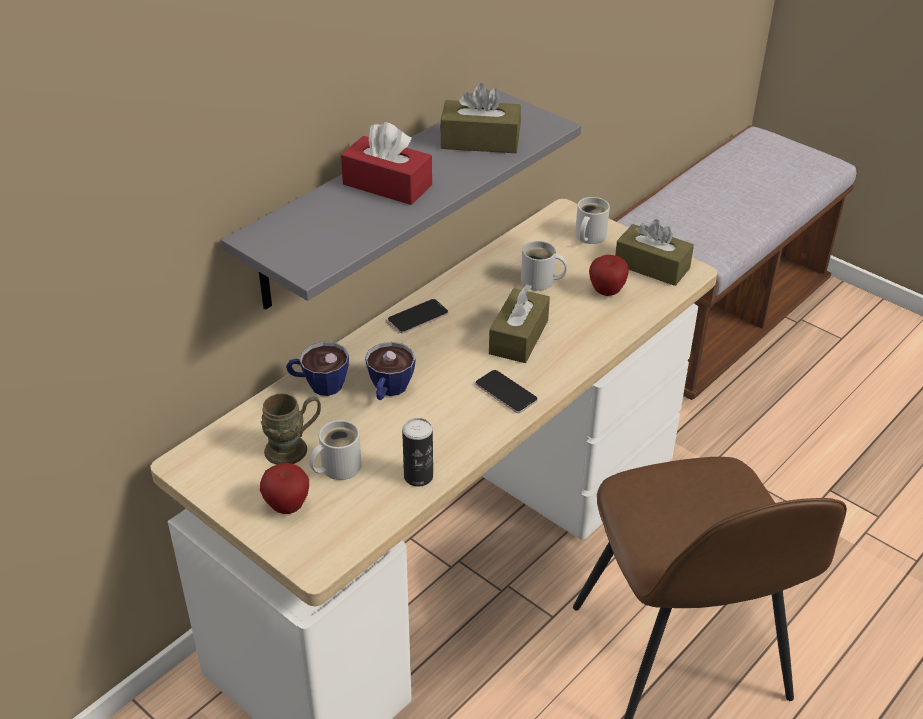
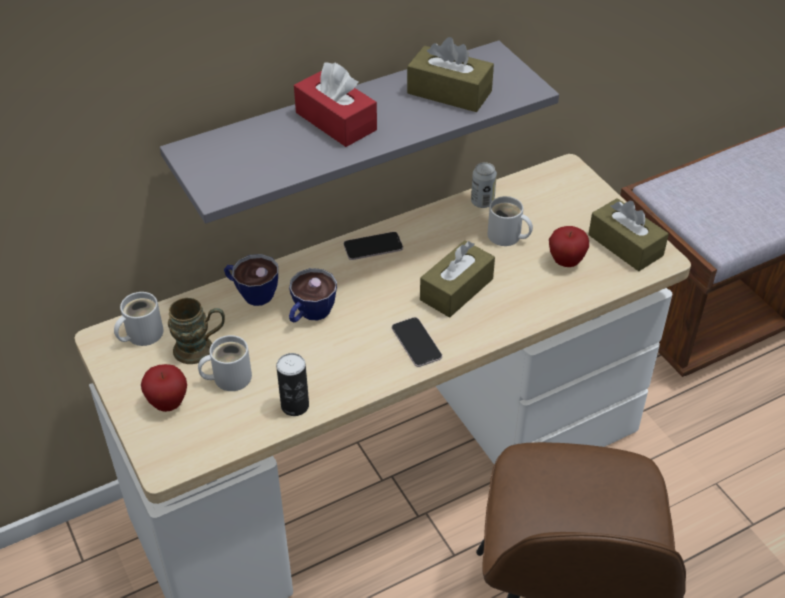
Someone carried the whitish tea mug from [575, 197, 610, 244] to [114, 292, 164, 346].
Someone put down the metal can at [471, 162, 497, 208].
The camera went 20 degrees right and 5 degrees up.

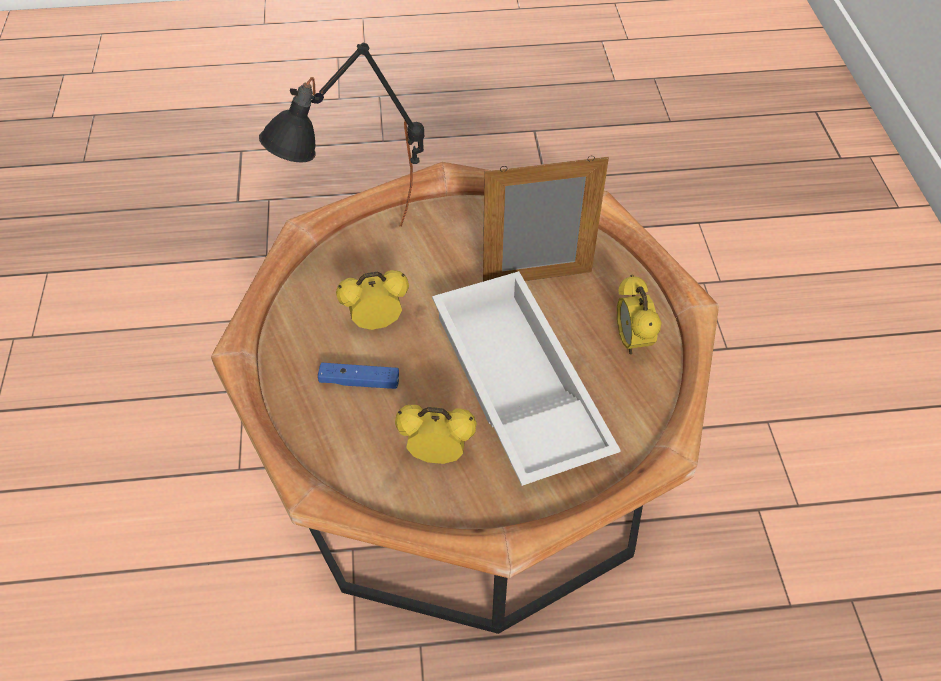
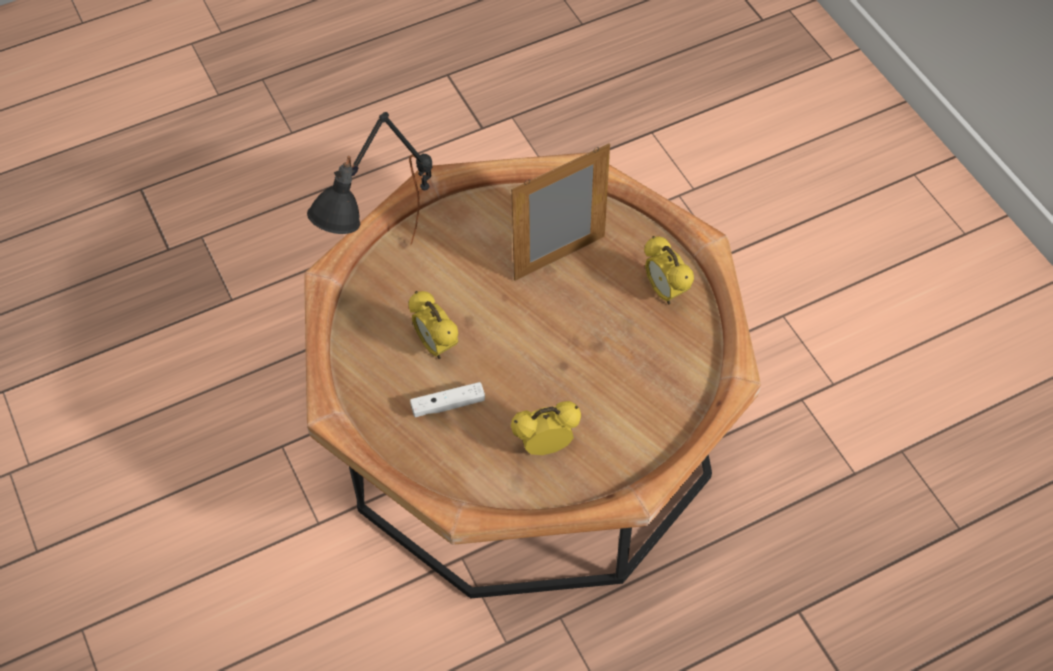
Someone rotated the alarm clock at [336, 270, 409, 330] by 90 degrees counterclockwise.
Someone took away the whitish carrying tray at [432, 271, 621, 486].
Someone repainted the blue-coloured game controller at [318, 363, 399, 389], which became the whitish game controller at [410, 382, 485, 417].
The camera went 20 degrees left and 5 degrees up.

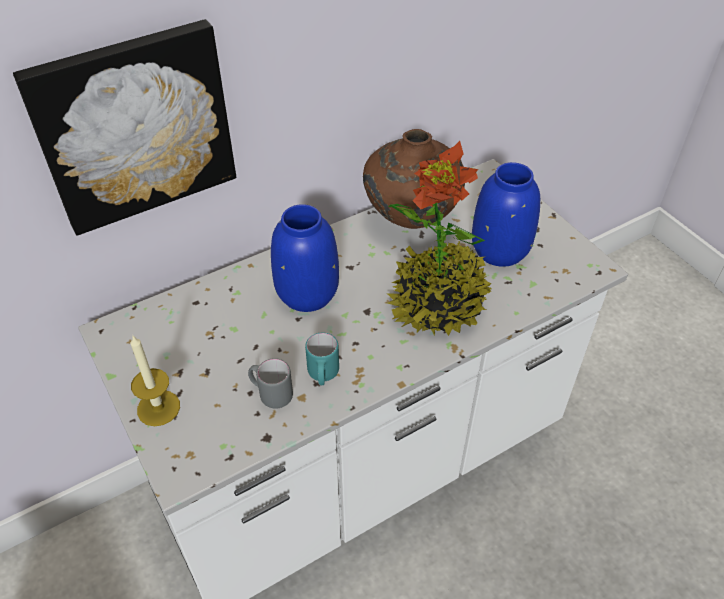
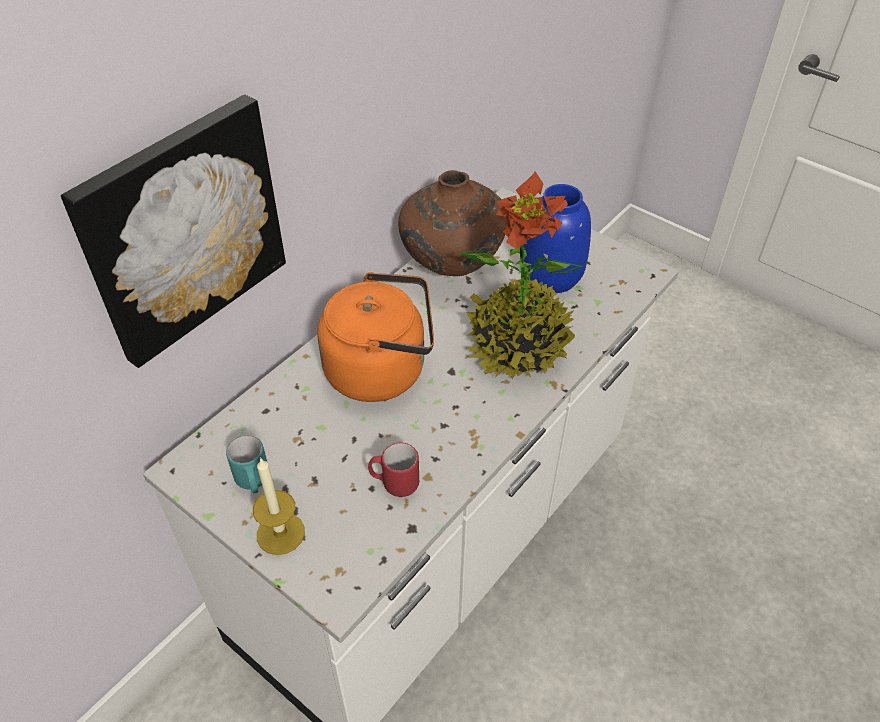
Someone swapped the blue-coloured flower vase at [271, 204, 339, 312] for the orange-coloured kettle at [317, 272, 434, 402].
Someone carried the turquoise tea mug from [305, 333, 339, 385] to [226, 435, 267, 493].
Someone repainted the gray tea mug at [248, 358, 293, 409], which became the red-coloured tea mug at [368, 443, 419, 497].
The camera went 20 degrees left and 0 degrees up.

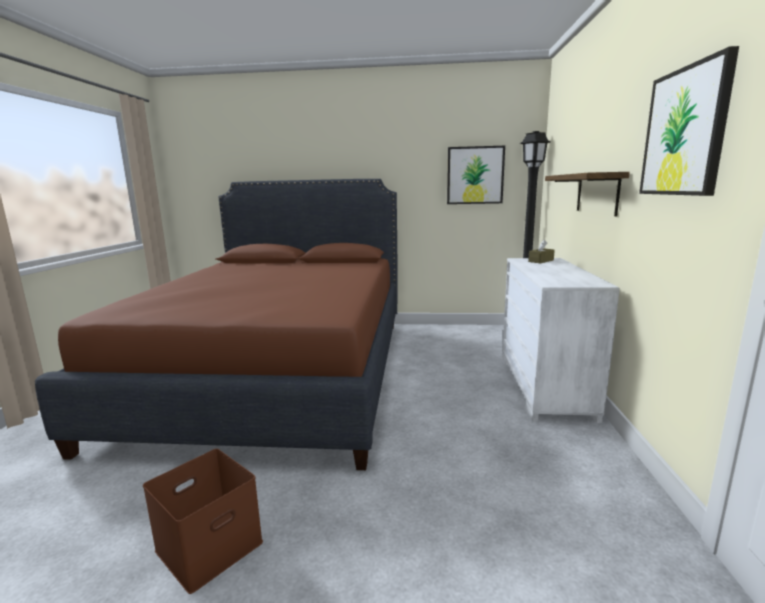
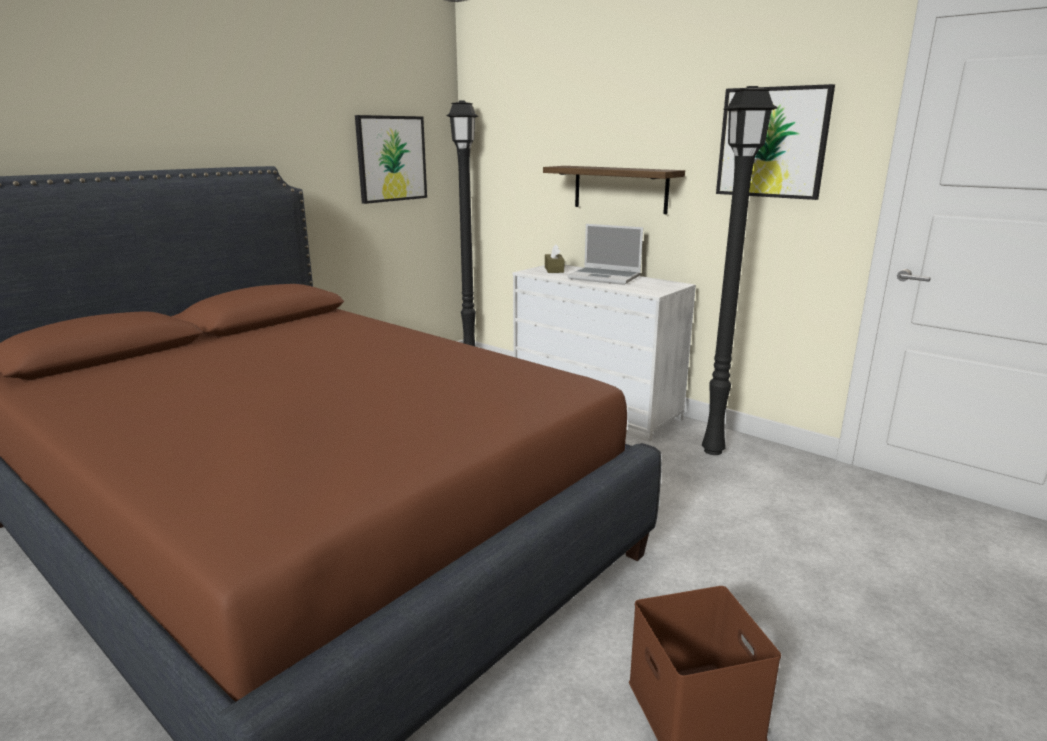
Someone put down the blackish floor lamp at [702, 86, 778, 455].
Someone put down the laptop at [568, 224, 643, 285].
The camera went 55 degrees left and 5 degrees up.

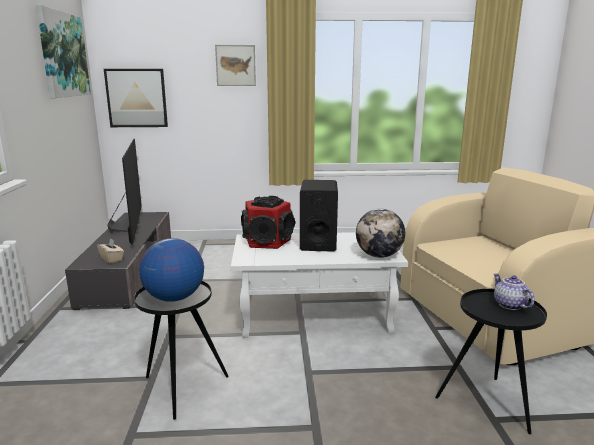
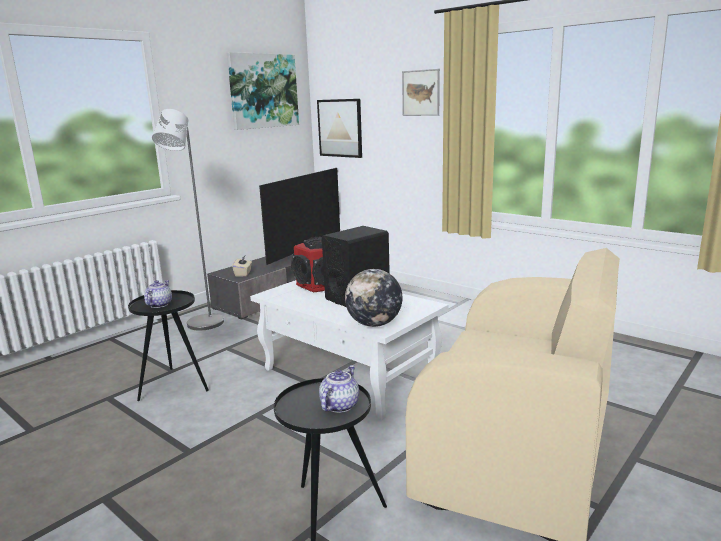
Someone swapped the globe at [139, 238, 204, 302] for the pot for tea at [144, 280, 172, 308].
Someone put down the gray floor lamp at [152, 109, 224, 331].
The camera went 45 degrees right and 0 degrees up.

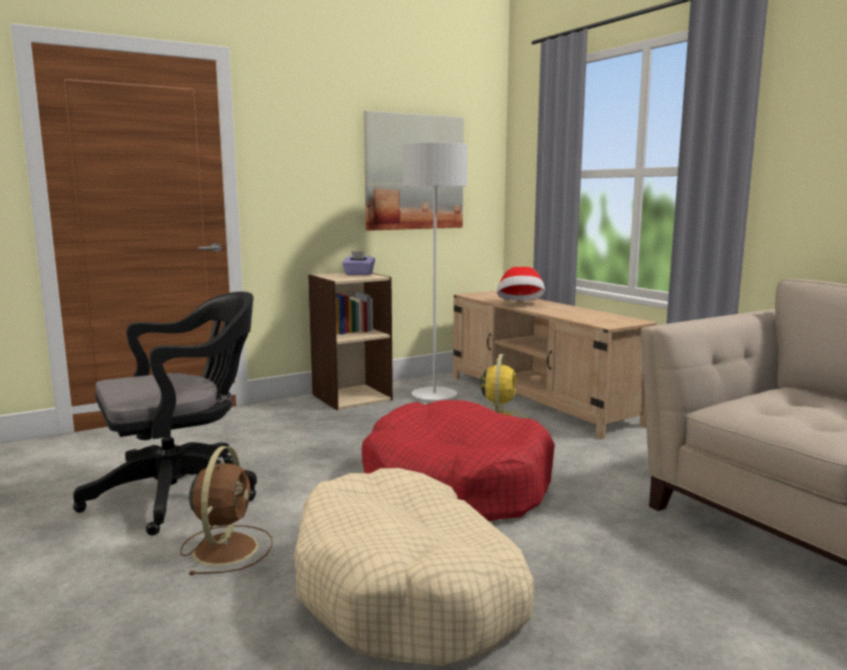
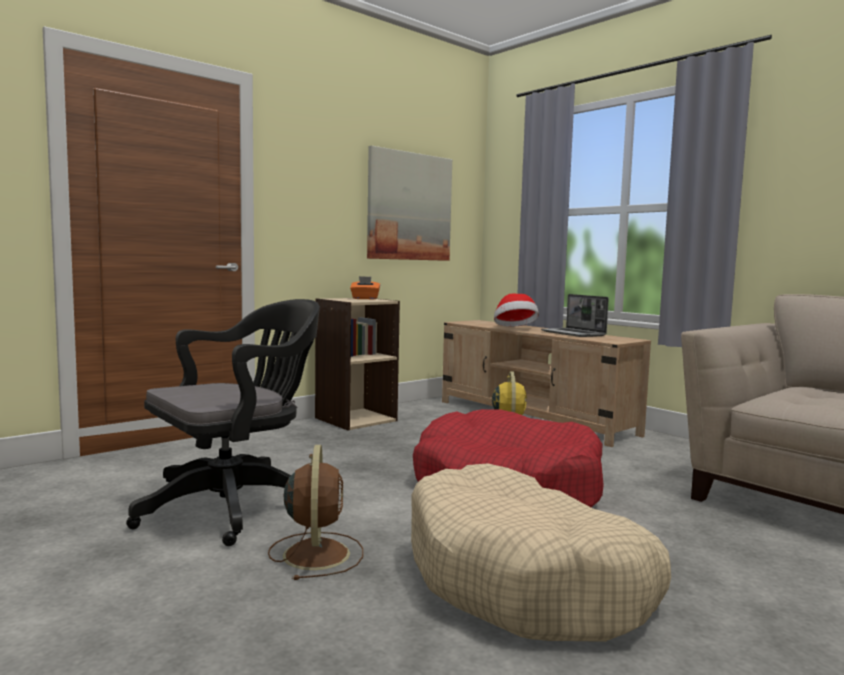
Someone took away the gray floor lamp at [403, 143, 468, 401].
Someone repainted the purple-coloured box of tissues at [342, 251, 375, 275], which became the orange-coloured box of tissues at [350, 276, 380, 299].
Someone put down the laptop at [541, 294, 609, 337].
The camera went 10 degrees left and 5 degrees down.

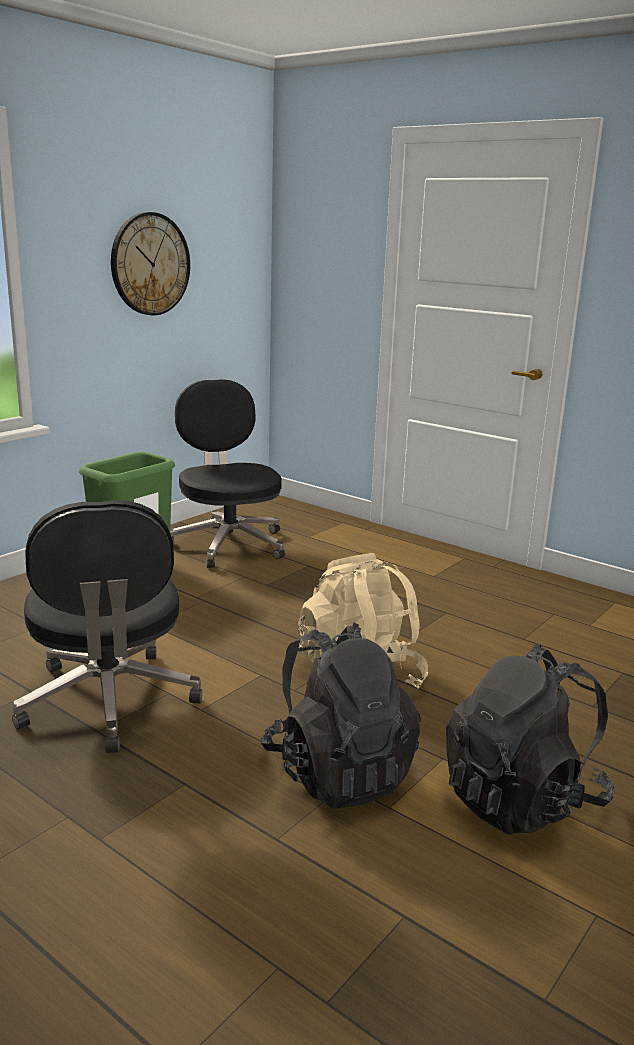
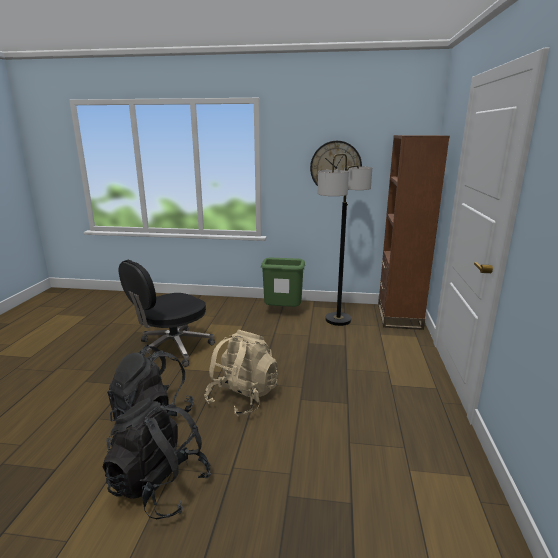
Someone swapped the blackish computer chair at [170, 379, 285, 568] for the floor lamp at [318, 154, 372, 326].
Someone put down the brownish bookcase at [378, 135, 450, 330].
The camera went 60 degrees right and 0 degrees up.

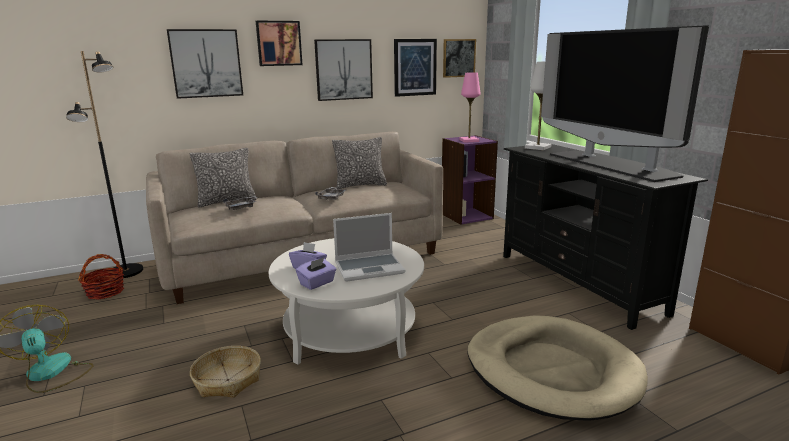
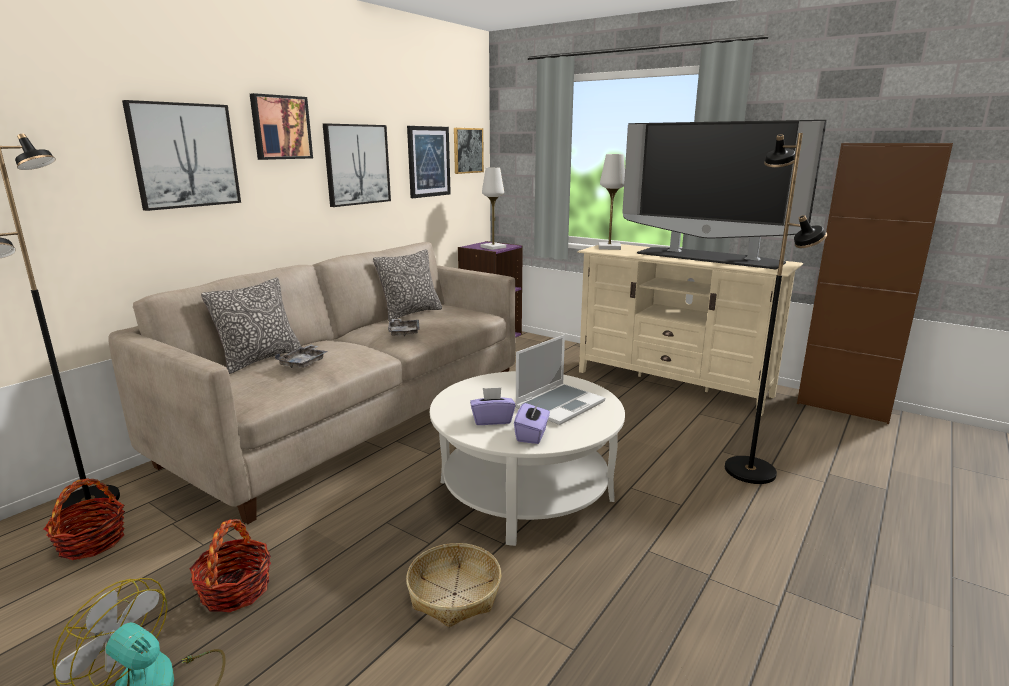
Someone repainted the pink lamp for a table at [459, 72, 481, 143], which became the whitish lamp for a table at [480, 167, 506, 250].
Someone repainted the blackish tv stand at [503, 143, 708, 330], which became the sand-coloured tv stand at [577, 244, 803, 416].
Someone swapped the sand-coloured dog bed at [467, 316, 648, 421] for the blackish floor lamp at [725, 133, 827, 484].
Someone put down the household basket at [189, 519, 271, 612].
The camera went 30 degrees left and 0 degrees up.

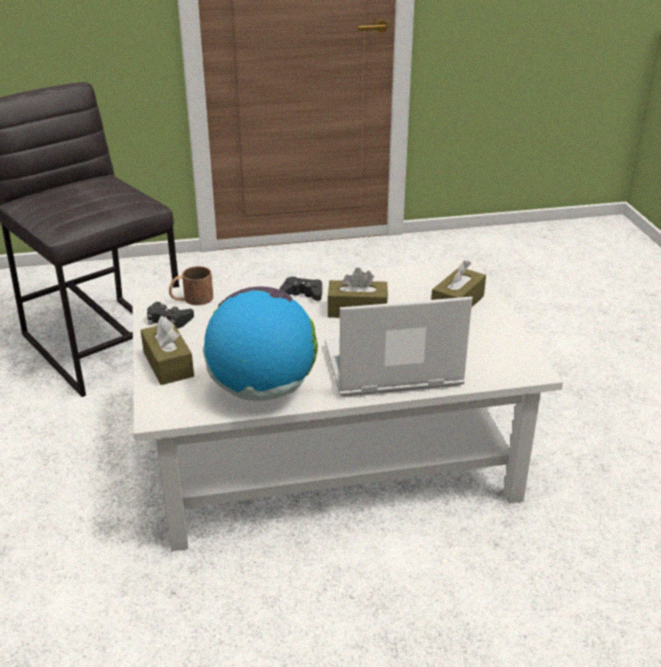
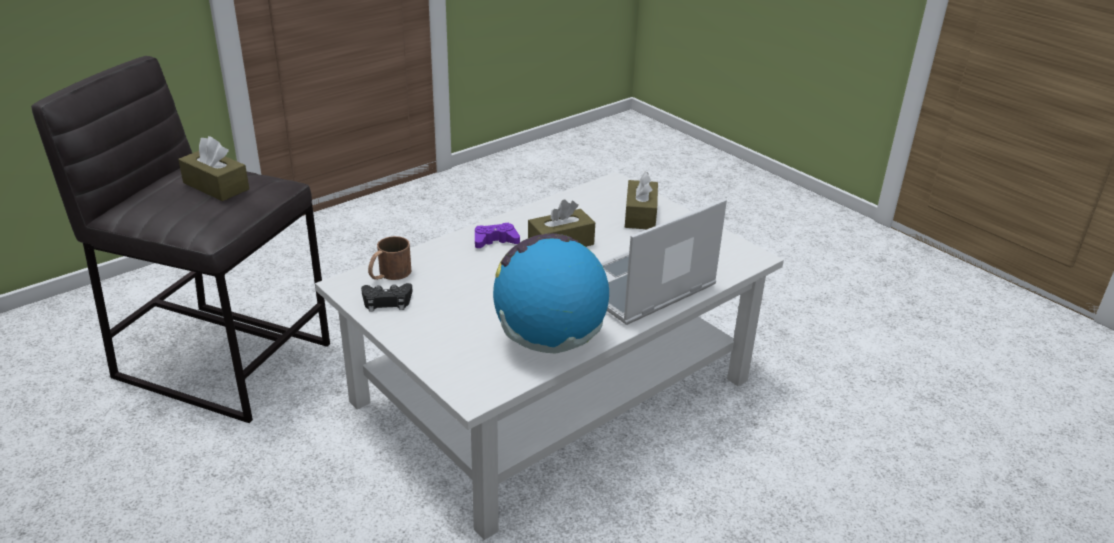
Someone repainted the blackish game controller at [279, 276, 322, 301], which became the purple-coloured game controller at [475, 223, 520, 248].
Someone carried the brownish box of tissues from [141, 316, 194, 385] to [178, 136, 249, 201].
The camera went 30 degrees left and 0 degrees up.

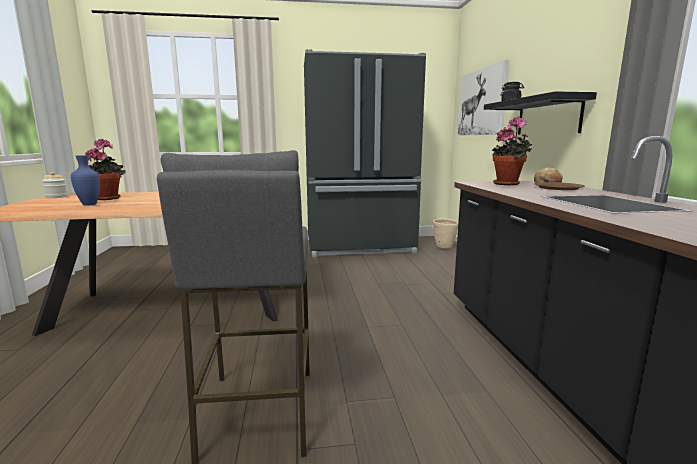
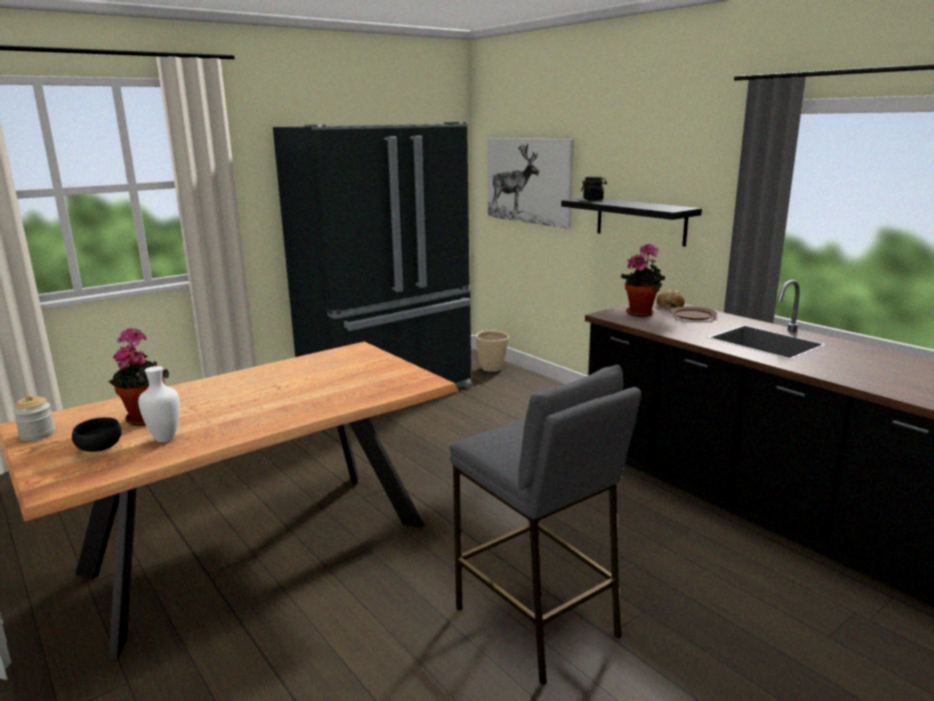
Someone repainted the blue-coloured flower vase at [71, 155, 100, 206], which became the whitish flower vase at [138, 366, 180, 442].
Someone put down the blackish deep dish at [72, 417, 122, 452].
The camera went 30 degrees left and 5 degrees up.

